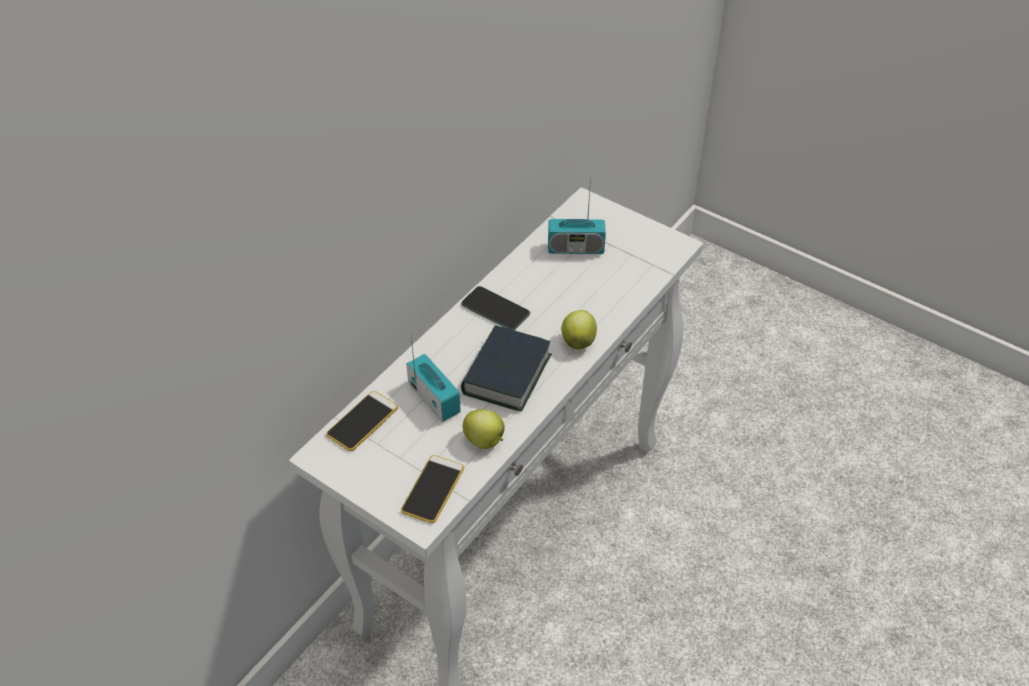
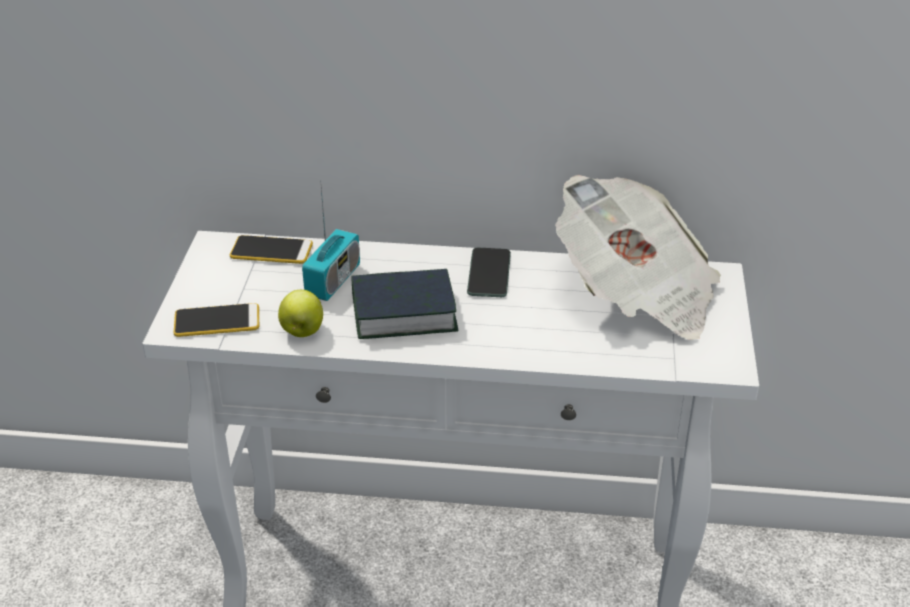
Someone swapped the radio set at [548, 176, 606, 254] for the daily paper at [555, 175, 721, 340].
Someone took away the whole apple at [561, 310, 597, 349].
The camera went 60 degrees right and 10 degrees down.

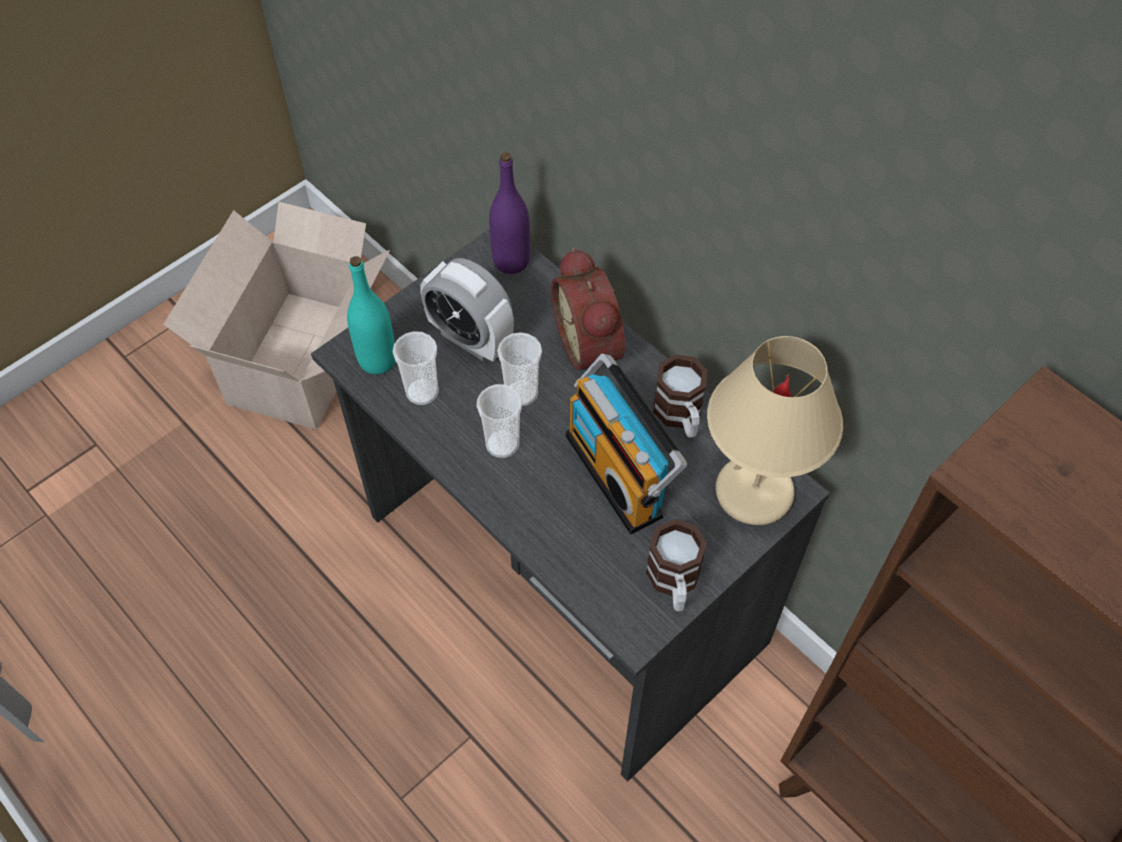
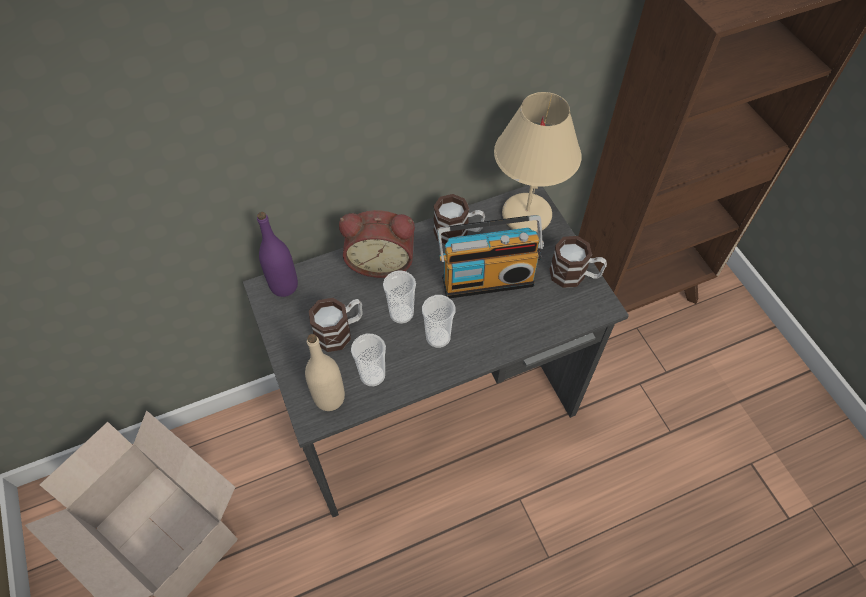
Someone repainted the turquoise beverage bottle at [347, 256, 395, 374], which became the sand-coloured beverage bottle at [305, 334, 345, 411].
Someone swapped the alarm clock at [420, 258, 514, 362] for the tea mug at [309, 298, 363, 352].
The camera went 70 degrees left and 0 degrees up.

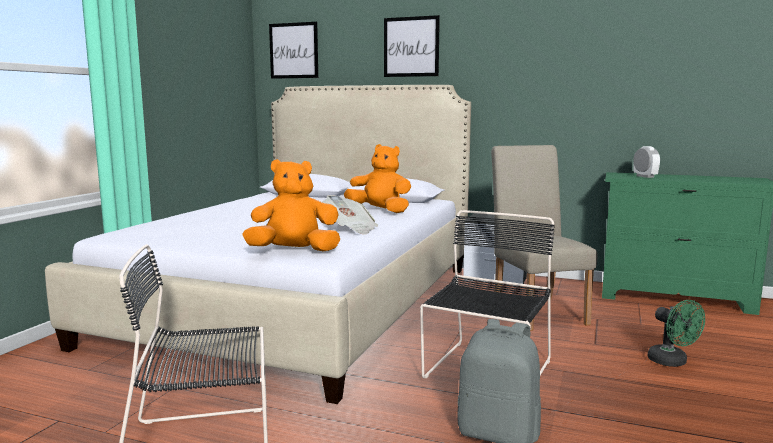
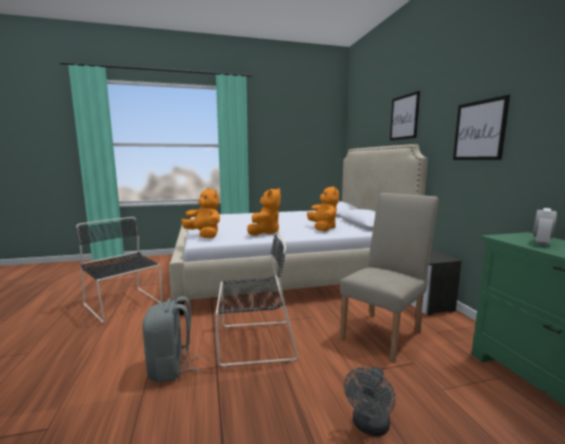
Someone carried the wall art from [269, 22, 318, 79] to [453, 95, 510, 160].
Someone swapped the daily paper at [322, 195, 378, 235] for the orange-coloured cuddly toy at [247, 188, 281, 236].
Someone repainted the green-coloured electric fan at [647, 300, 705, 367], which became the gray electric fan at [344, 367, 396, 437].
The camera went 55 degrees right and 0 degrees up.

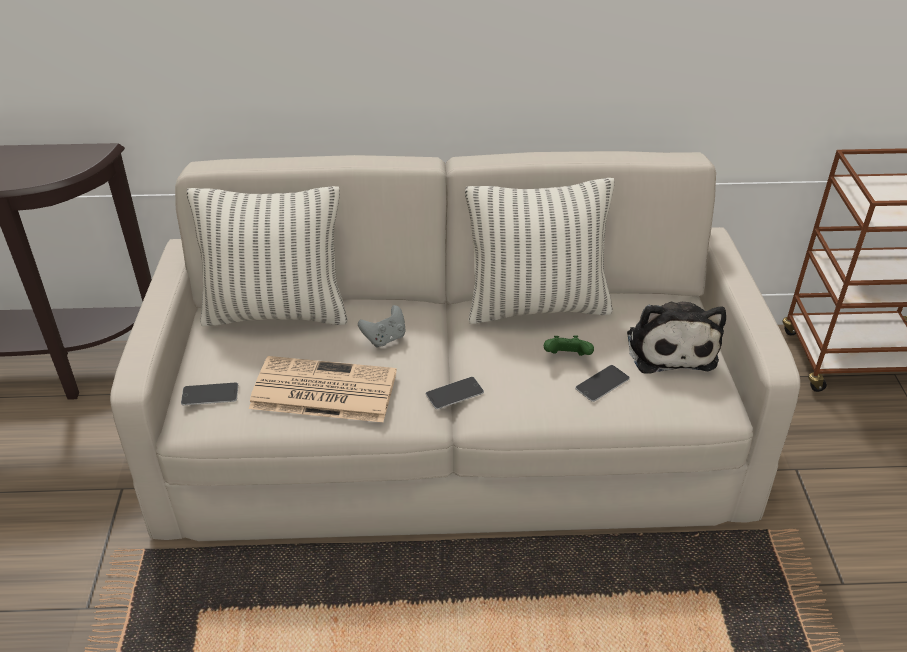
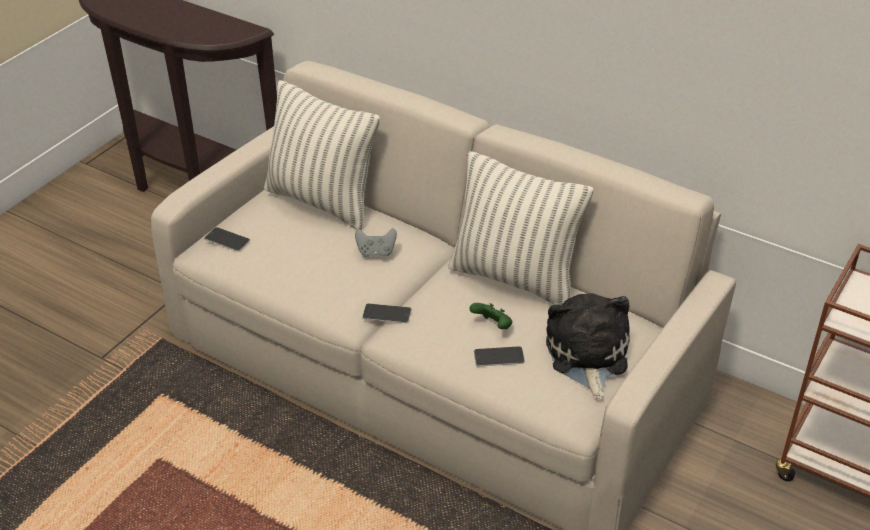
Someone rotated the cuddly toy at [627, 302, 726, 373] by 150 degrees clockwise.
Someone took away the daily paper at [249, 356, 397, 422].
The camera went 35 degrees right and 0 degrees up.

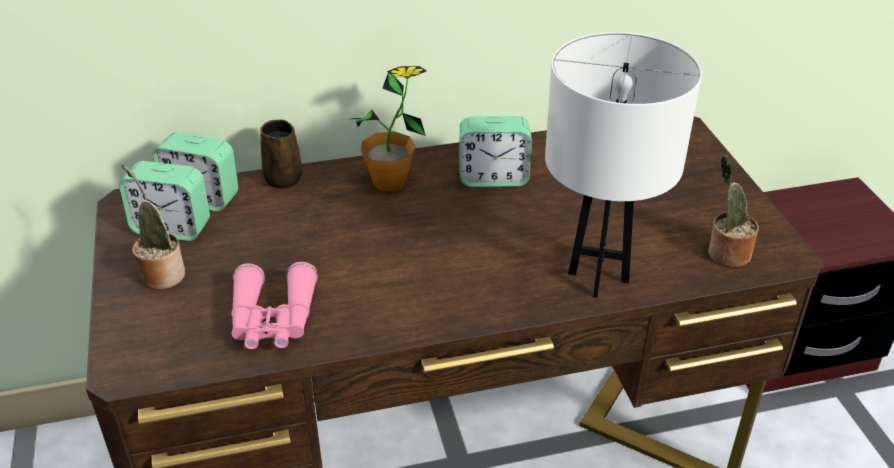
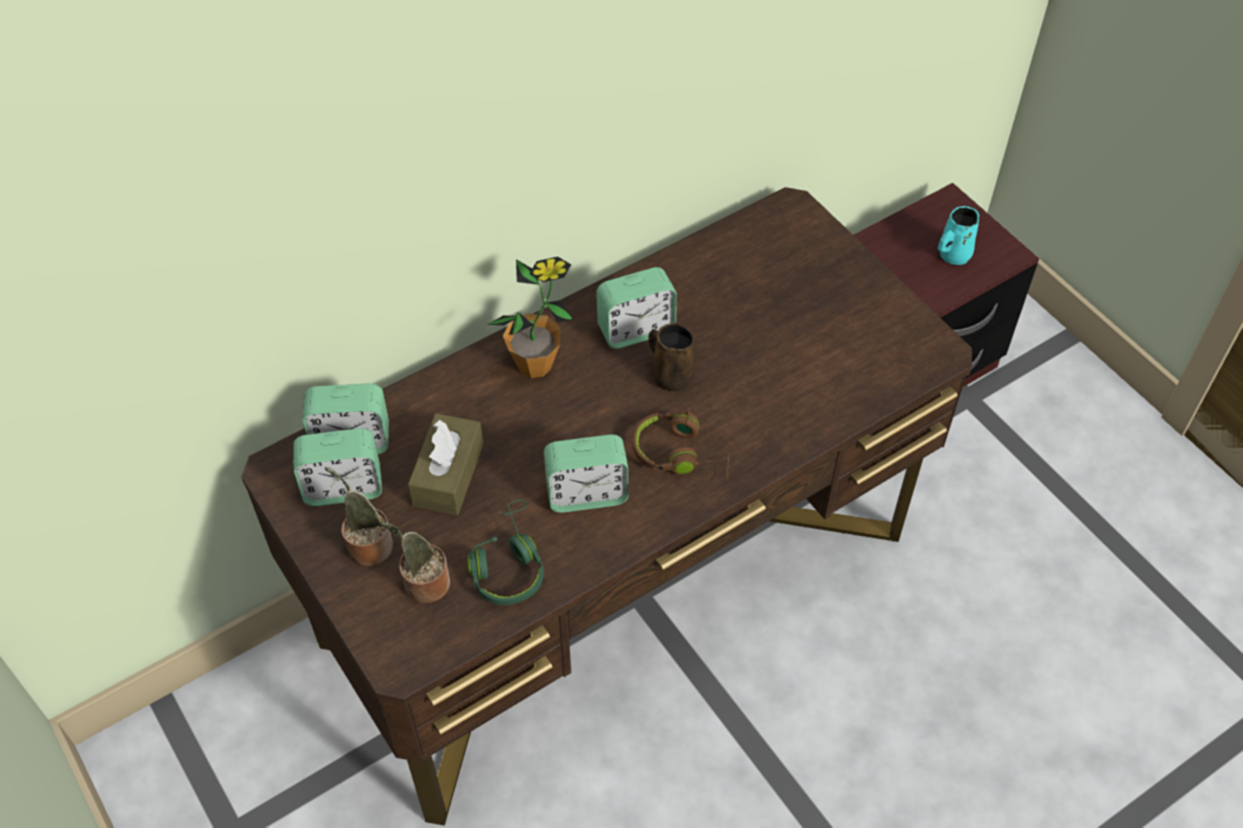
Someone took away the whitish lamp for a table at [545, 32, 702, 298].
Someone carried the brownish tea mug from [260, 120, 302, 189] to [648, 323, 696, 391].
Someone carried the potted plant from [708, 155, 759, 268] to [381, 523, 450, 604].
Someone swapped the pink binoculars at [232, 262, 318, 349] for the green-coloured headset at [467, 499, 544, 605].
Someone put down the turquoise tea mug at [938, 206, 979, 265].
Someone put down the brownish headset at [633, 406, 729, 482].
Someone put down the brownish box of tissues at [408, 413, 483, 515].
Someone put down the alarm clock at [544, 434, 628, 513].
The camera went 20 degrees left and 15 degrees up.

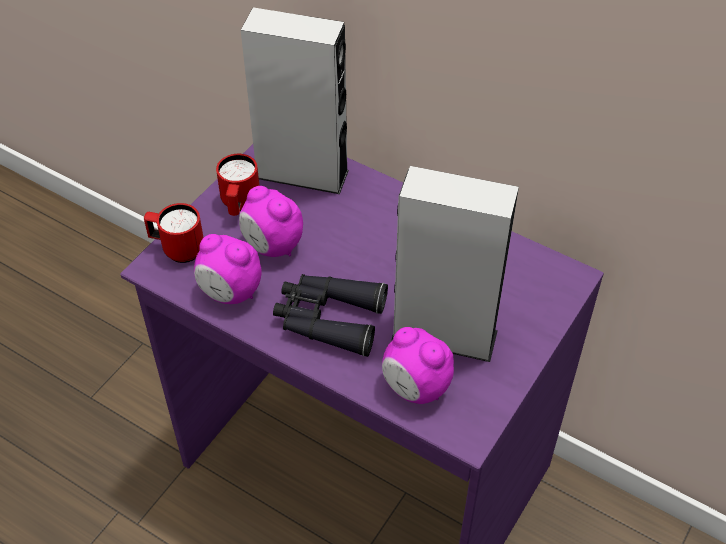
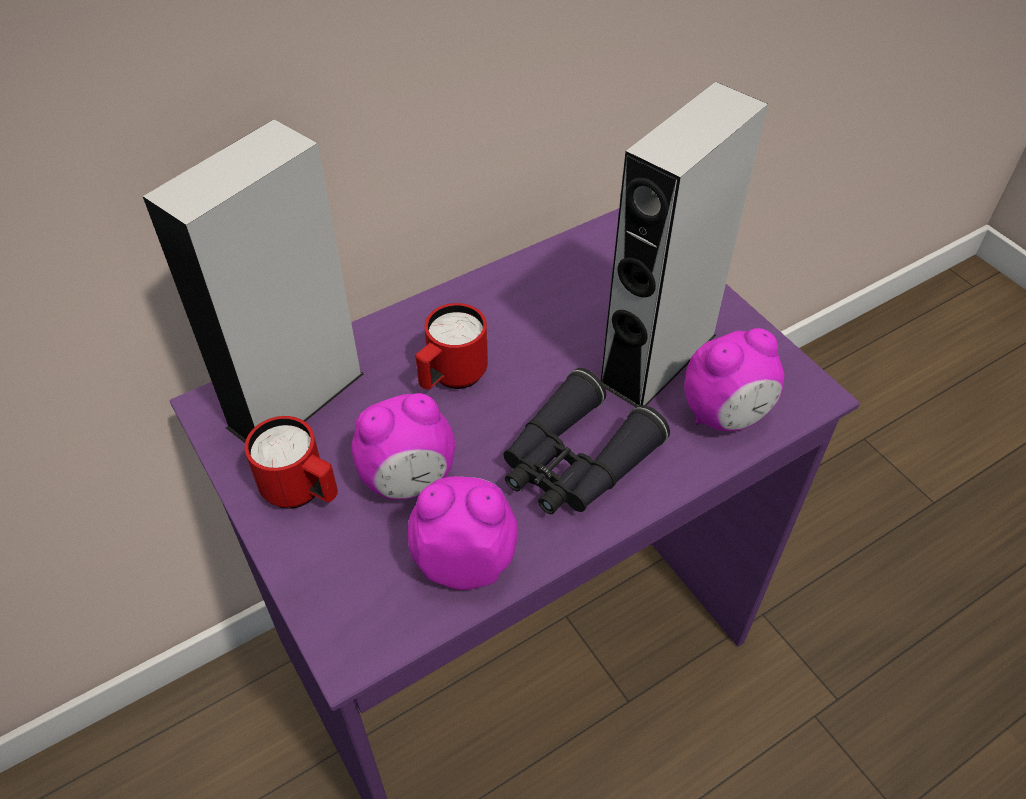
Someone carried the red-coloured tea mug from [144, 203, 204, 263] to [415, 303, 488, 390].
Someone rotated the alarm clock at [194, 234, 262, 304] by 135 degrees counterclockwise.
The camera went 65 degrees left and 0 degrees up.

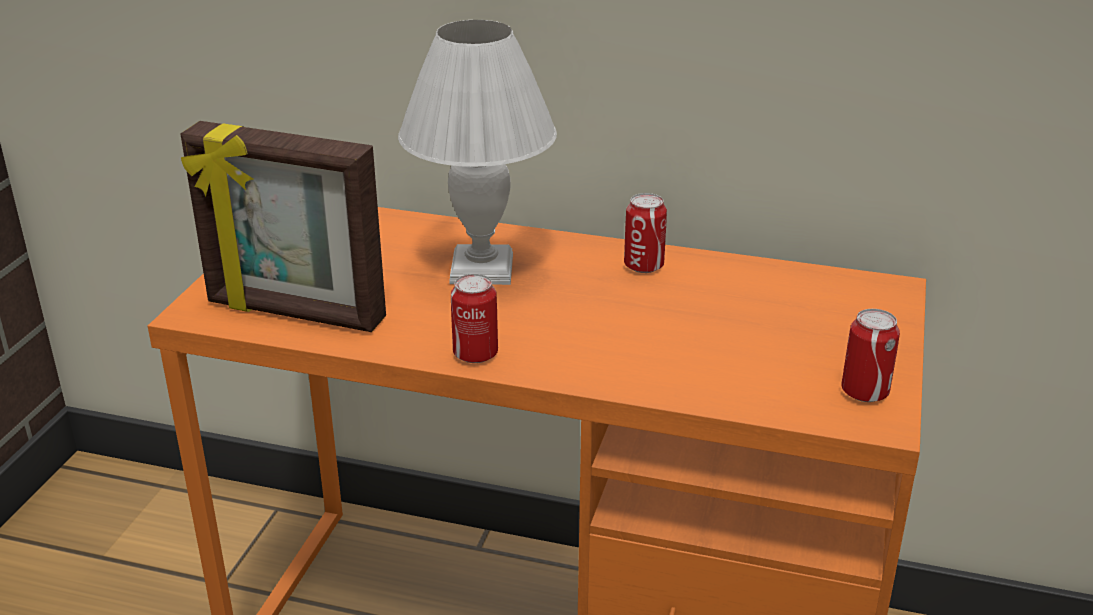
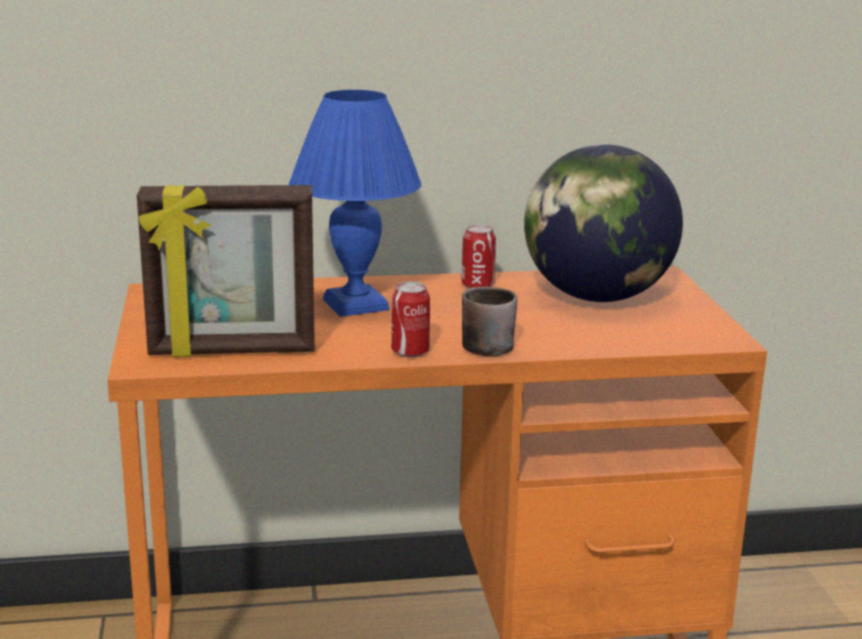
Someone repainted the whitish lamp for a table at [398, 20, 557, 285], which became the blue-coloured lamp for a table at [289, 90, 422, 317].
Someone took away the metal can at [842, 309, 900, 402].
Someone put down the globe at [524, 144, 683, 302].
Someone put down the brownish tea mug at [462, 287, 517, 356].
The camera went 25 degrees left and 10 degrees down.

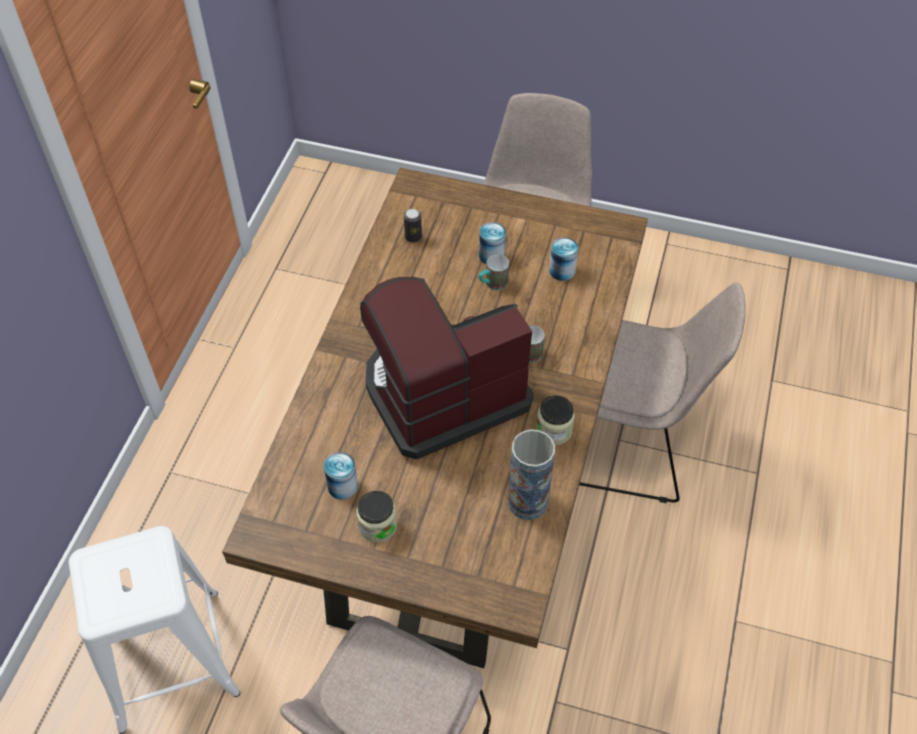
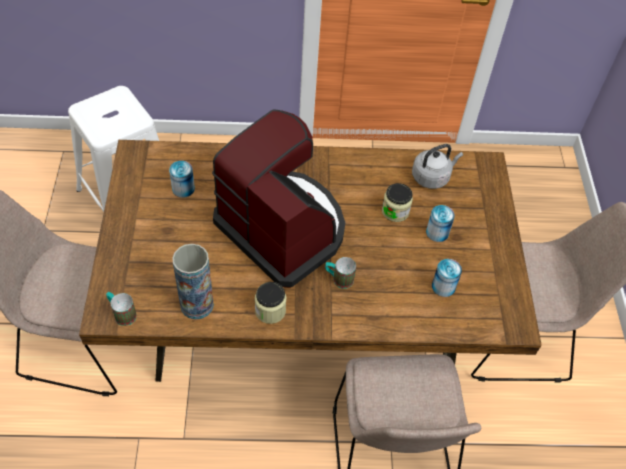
Someone swapped the metal can at [404, 209, 422, 243] for the gray kettle at [412, 144, 463, 189].
Someone carried the tea mug from [479, 254, 509, 290] to [106, 292, 137, 326].
Someone carried the storage jar from [356, 491, 397, 543] to [382, 183, 413, 222].
The camera went 70 degrees right and 0 degrees up.

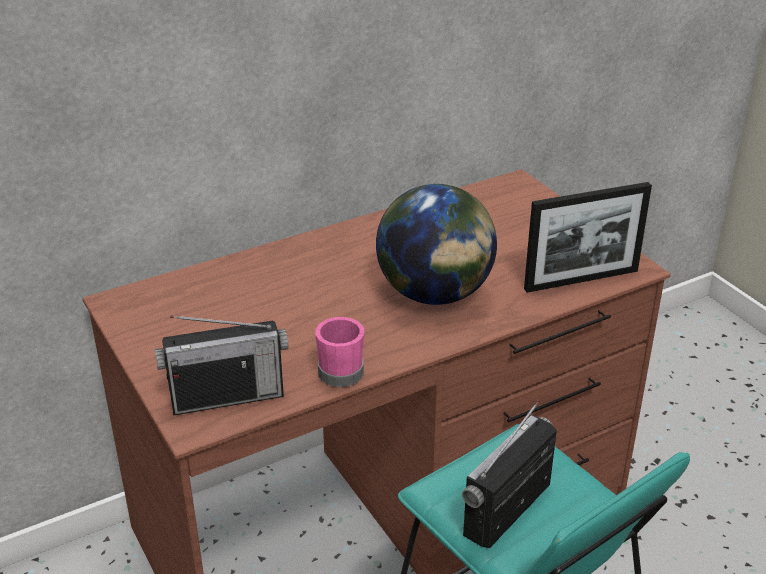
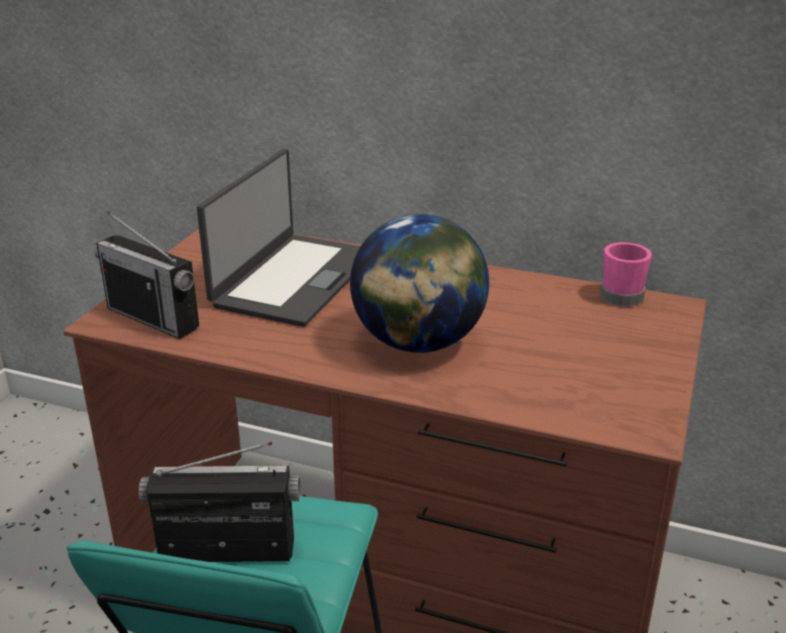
Someone took away the picture frame at [524, 182, 652, 293].
Someone carried the pink tea mug from [315, 317, 364, 387] to [600, 242, 652, 307].
Someone put down the laptop at [197, 149, 361, 327].
The camera went 50 degrees right and 5 degrees down.

